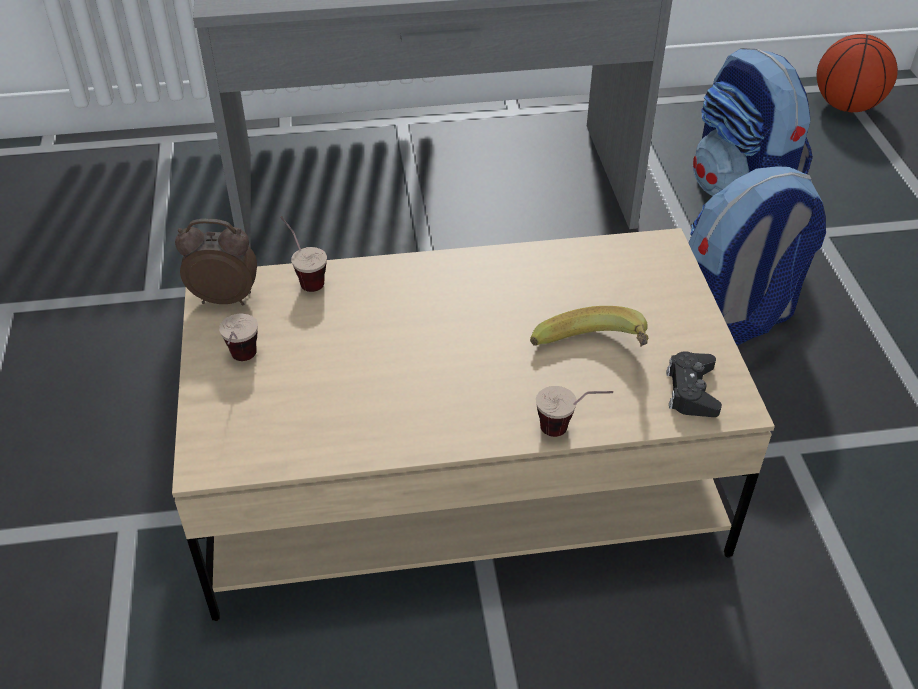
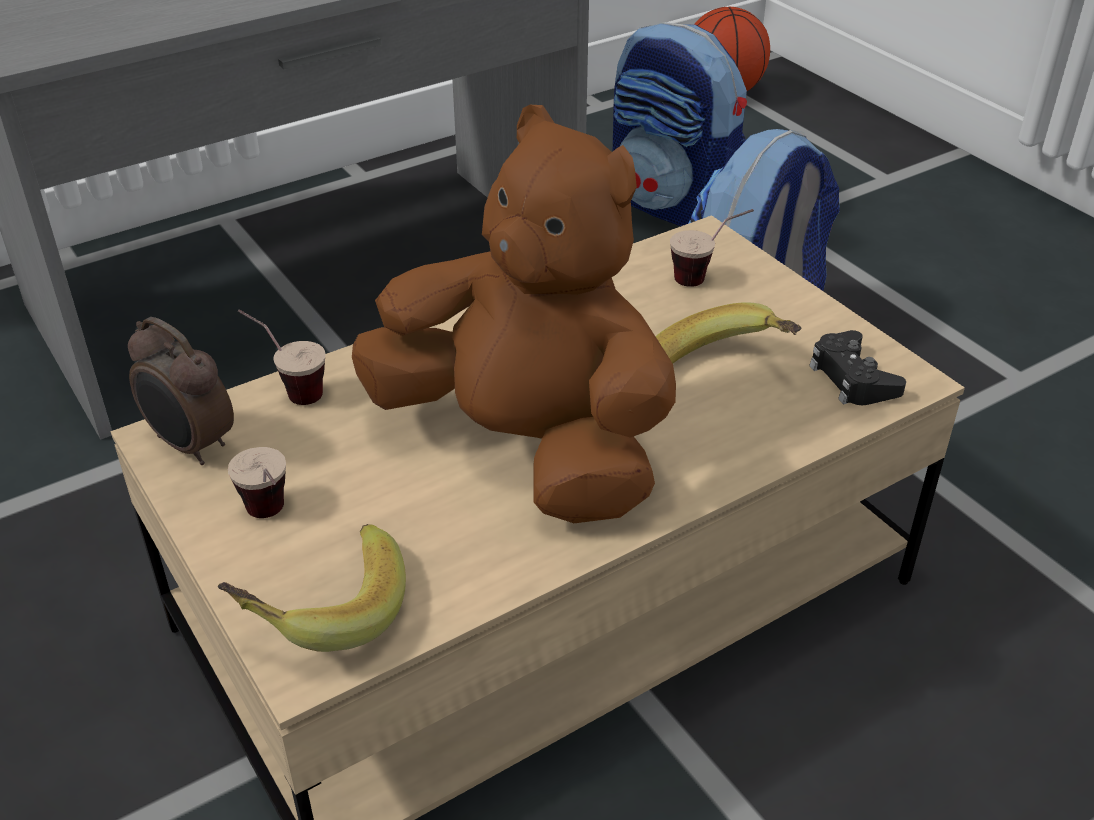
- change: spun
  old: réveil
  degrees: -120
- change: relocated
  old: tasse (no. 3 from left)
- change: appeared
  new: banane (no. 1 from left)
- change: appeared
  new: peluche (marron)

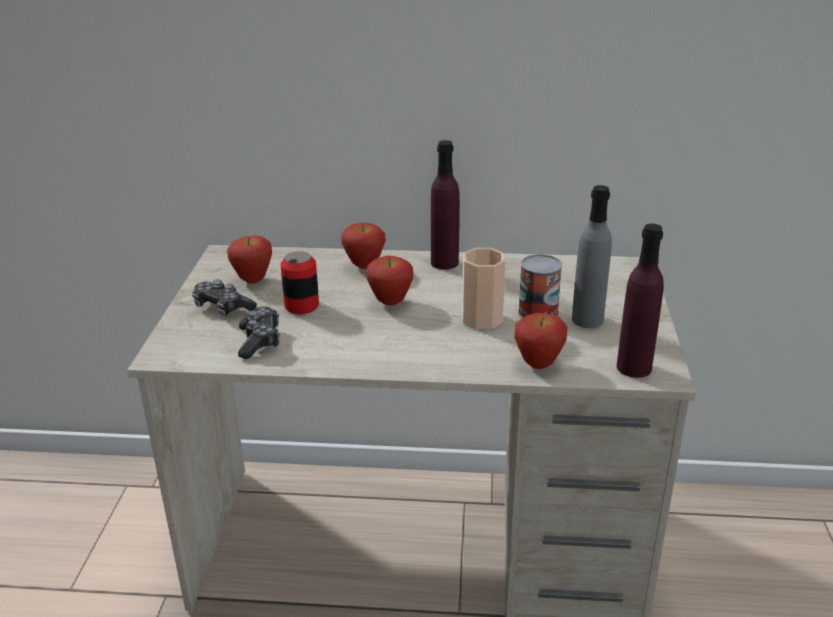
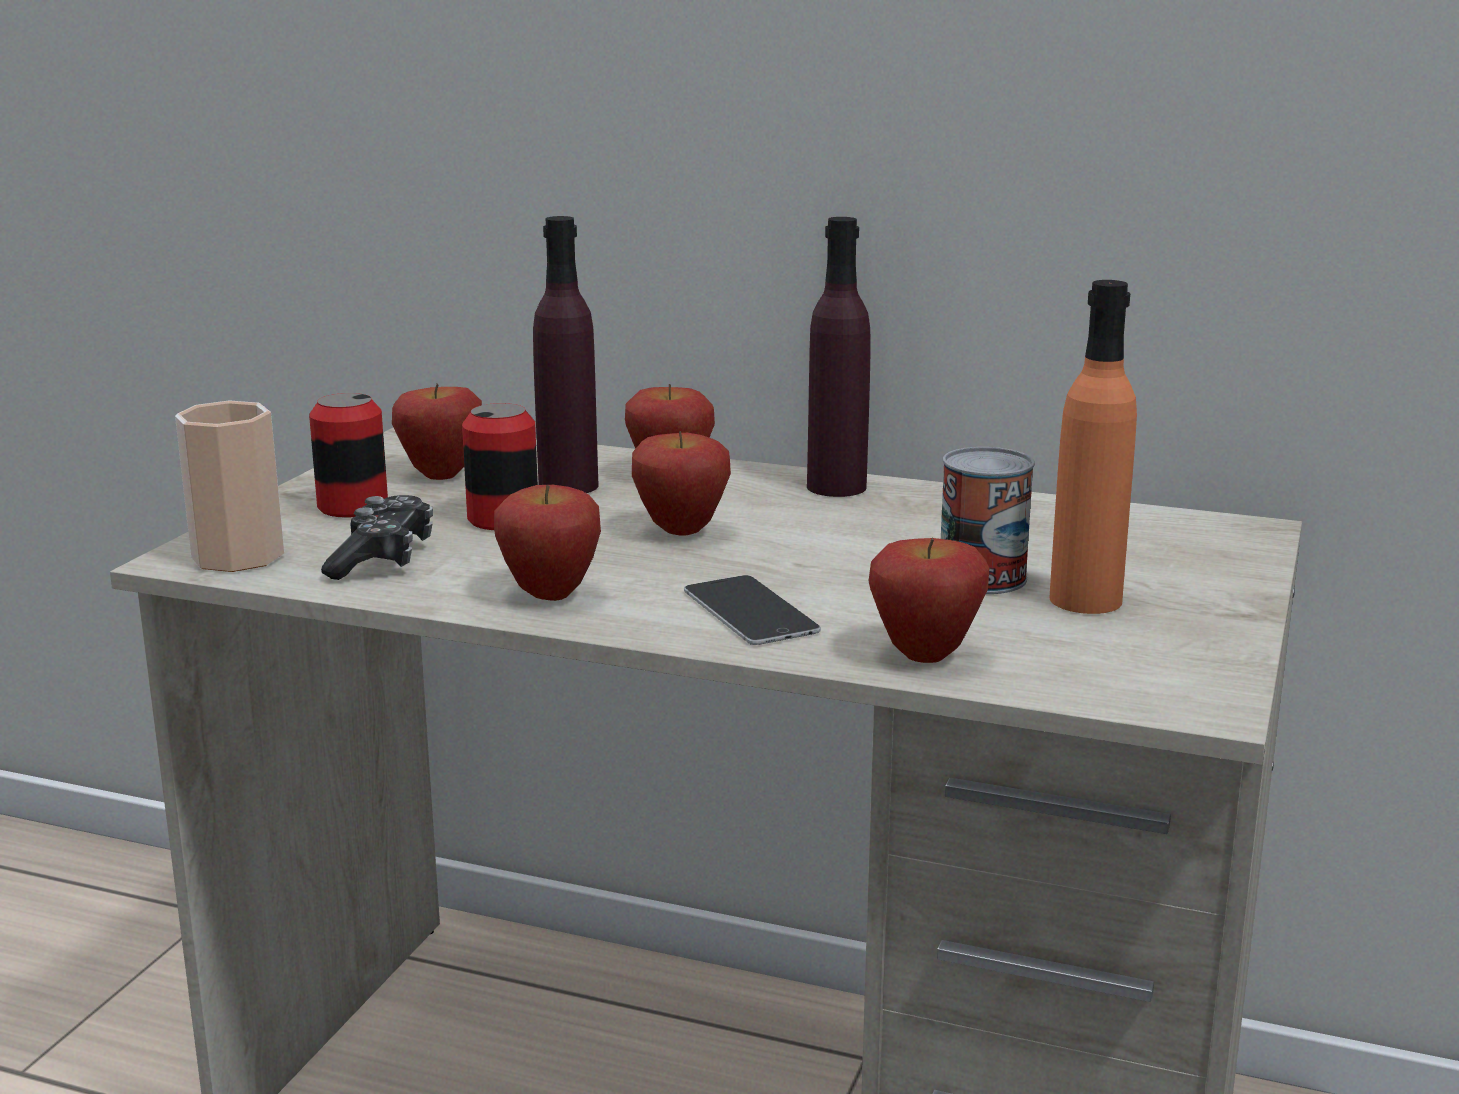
- change: exchanged
  old: manette (no. 1 from left)
  new: boîte métallique (no. 1 from left)
- change: relocated
  old: tasse
- change: colour
  old: bouteille (gris)
  new: bouteille (orange)
- change: relocated
  old: bouteille (violet) (no. 2 from left in the first image)
  new: bouteille (violet) (no. 1 from left)
- change: appeared
  new: pomme (no. 2 from left)
- change: appeared
  new: téléphone

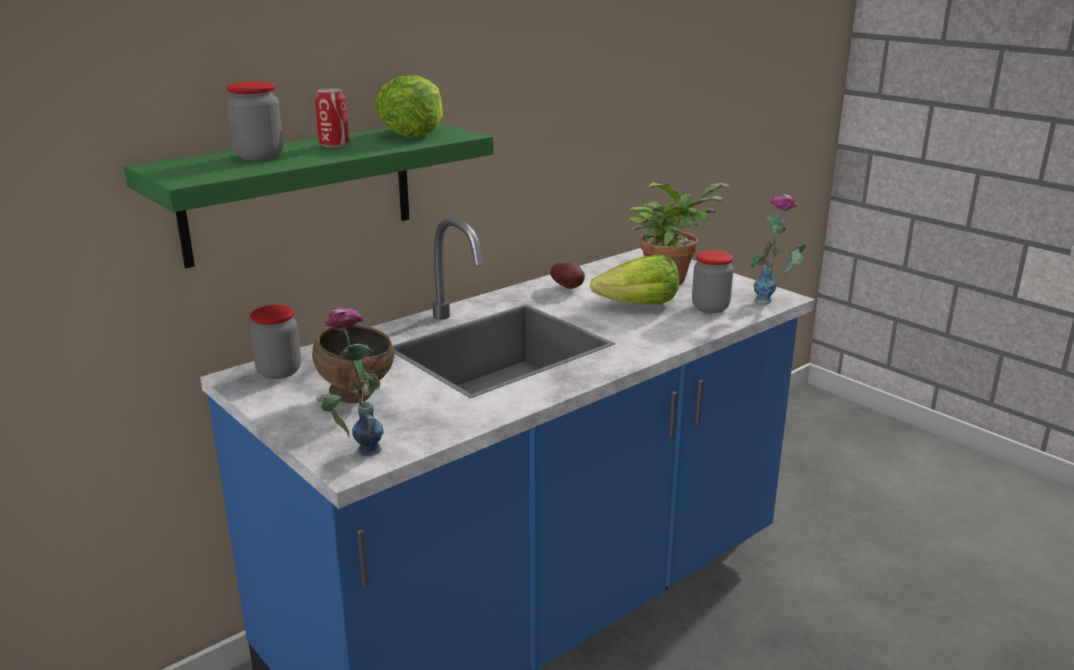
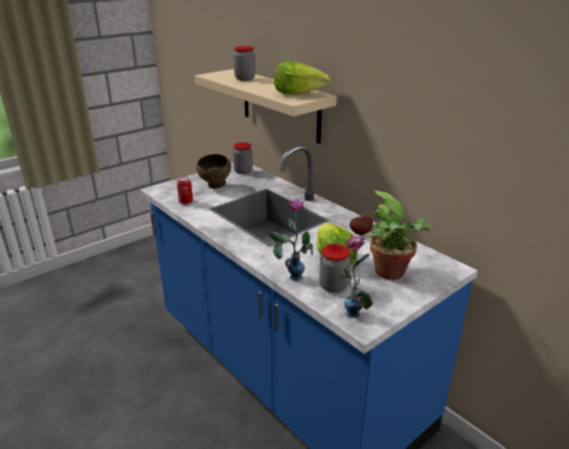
- change: colour
  old: étagère (vert)
  new: étagère (beige)
- change: relocated
  old: boîte métallique
- change: relocated
  old: vase (no. 1 from left)

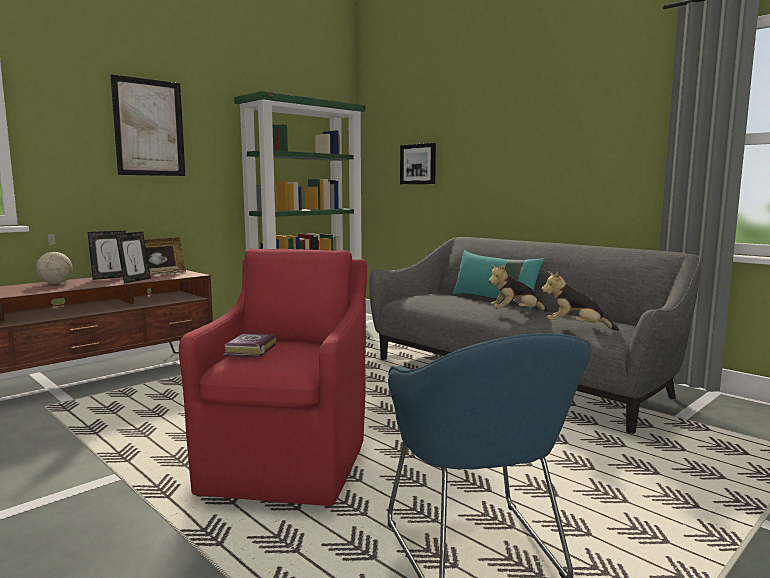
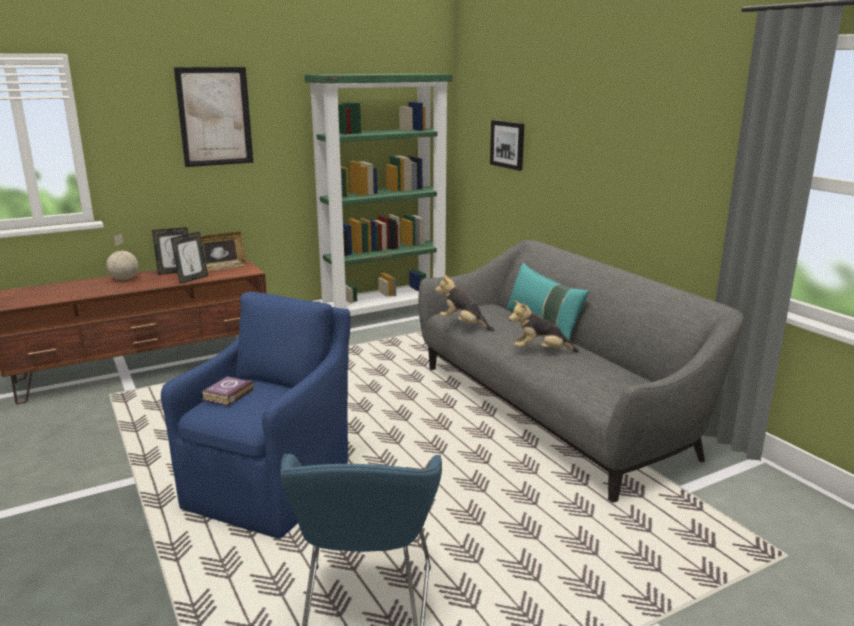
- change: colour
  old: fauteuil (rouge)
  new: fauteuil (bleu) (no. 1 from left)
- change: relocated
  old: peluche (no. 2 from left in the first image)
  new: peluche (no. 1 from left)

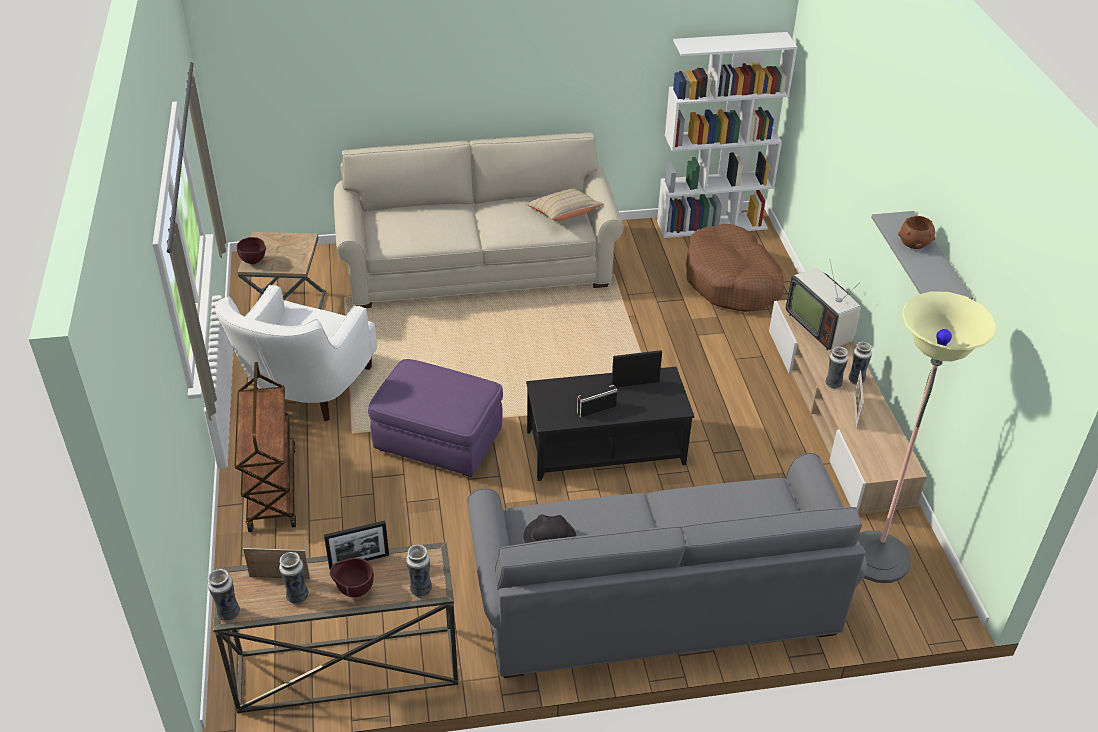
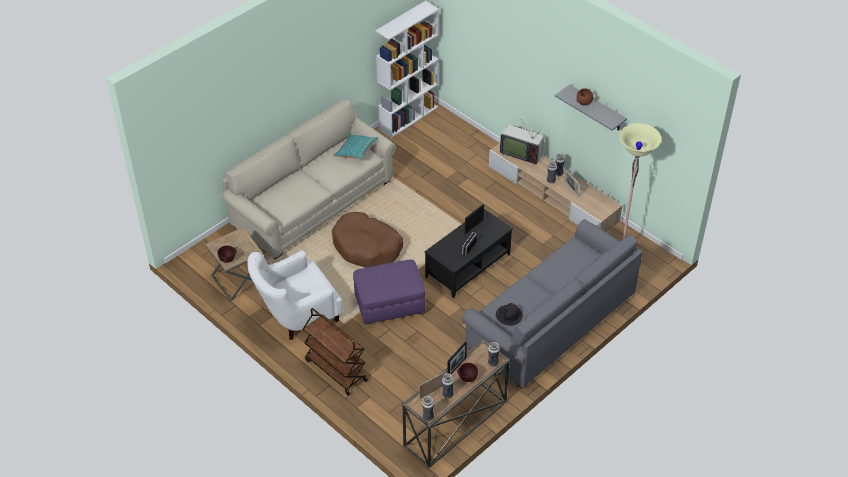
- change: spun
  old: fauteuil (blanc)
  degrees: 75
- change: colour
  old: coussin (beige)
  new: coussin (turquoise)
- change: relocated
  old: panier pour chien (marron)

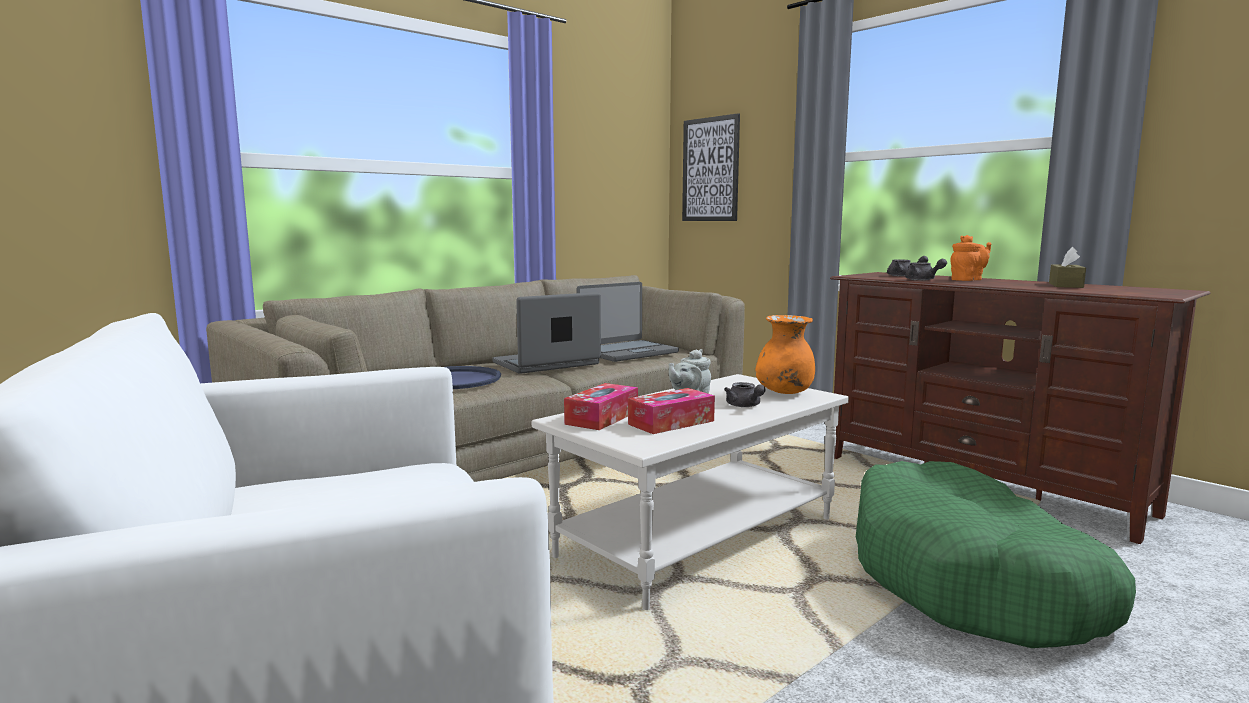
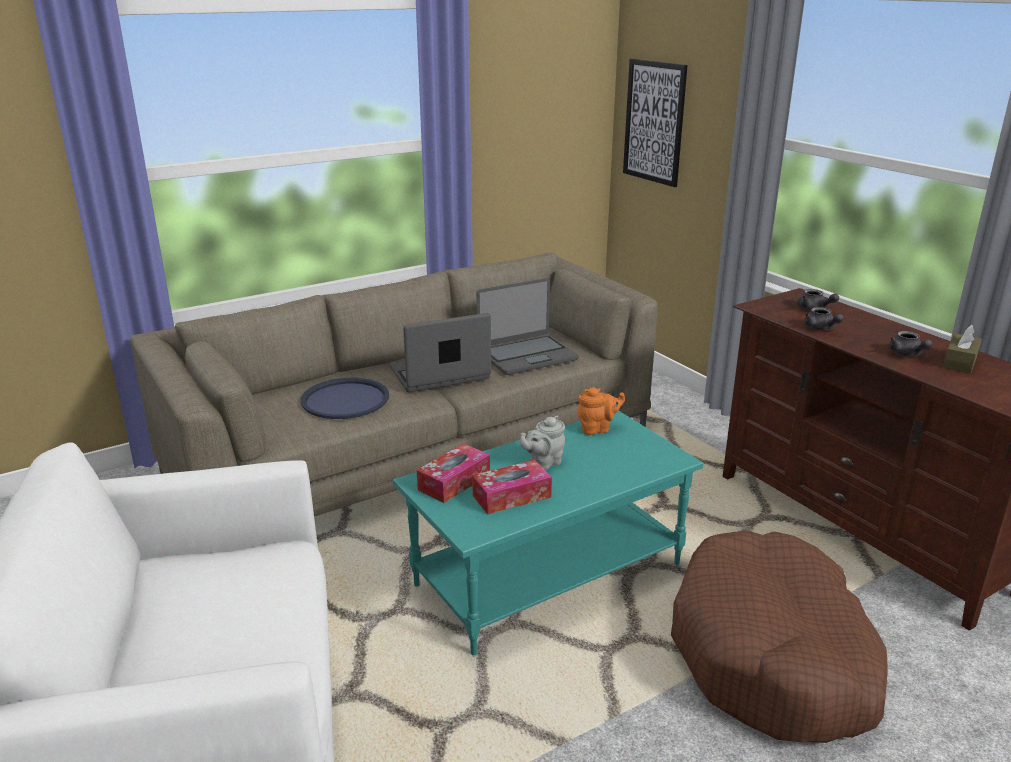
- change: colour
  old: table basse (blanc)
  new: table basse (turquoise)
- change: relocated
  old: théière (gris) (no. 2 from left in the first image)
  new: théière (gris) (no. 4 from left)
- change: missing
  old: vase (orange)
- change: colour
  old: panier pour chien (vert)
  new: panier pour chien (marron)
- change: relocated
  old: théière (orange)

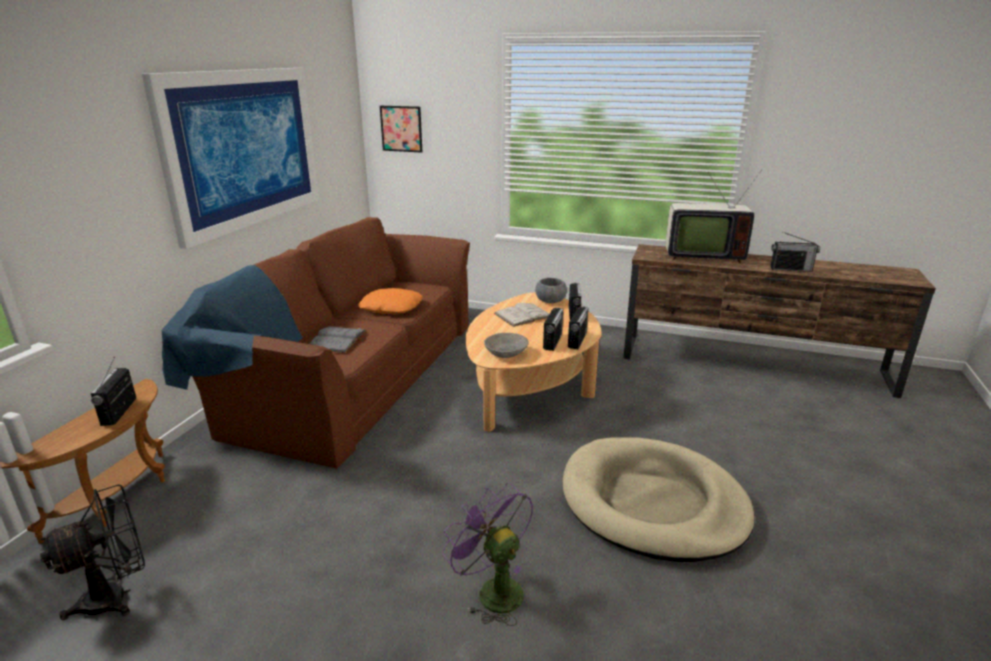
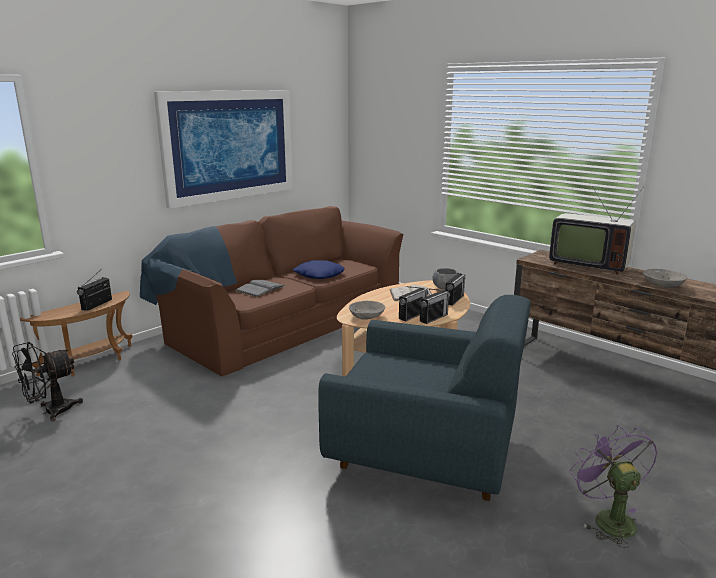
- change: spun
  old: ventilateur (noir)
  degrees: 150
- change: colour
  old: coussin (orange)
  new: coussin (bleu)
- change: missing
  old: tableau (no. 2 from left)
- change: relocated
  old: ventilateur (violet)
- change: exchanged
  old: panier pour chien (beige)
  new: fauteuil (bleu)
- change: exchanged
  old: radio (no. 5 from left)
  new: bol (gris) (no. 3 from left)

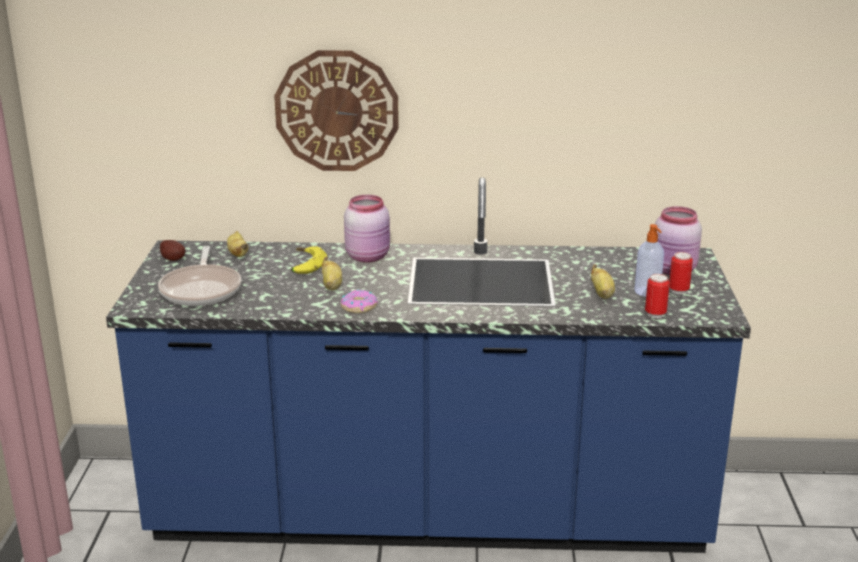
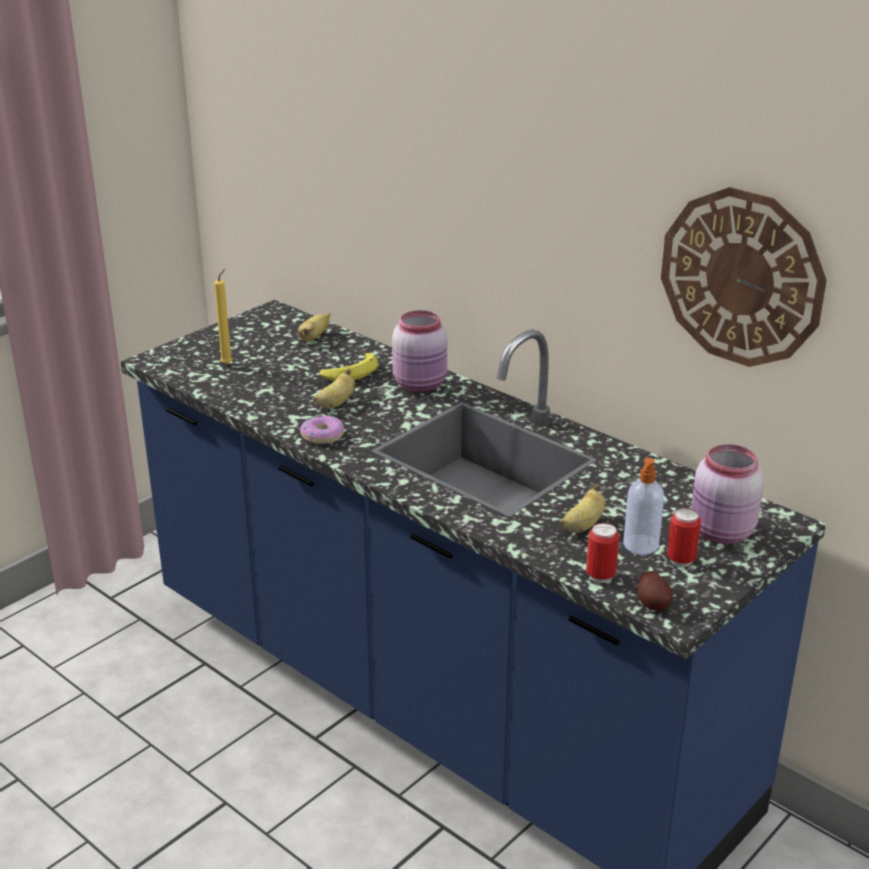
- change: exchanged
  old: poêle
  new: bougie (jaune)
- change: relocated
  old: pomme de terre
- change: relocated
  old: horloge murale

